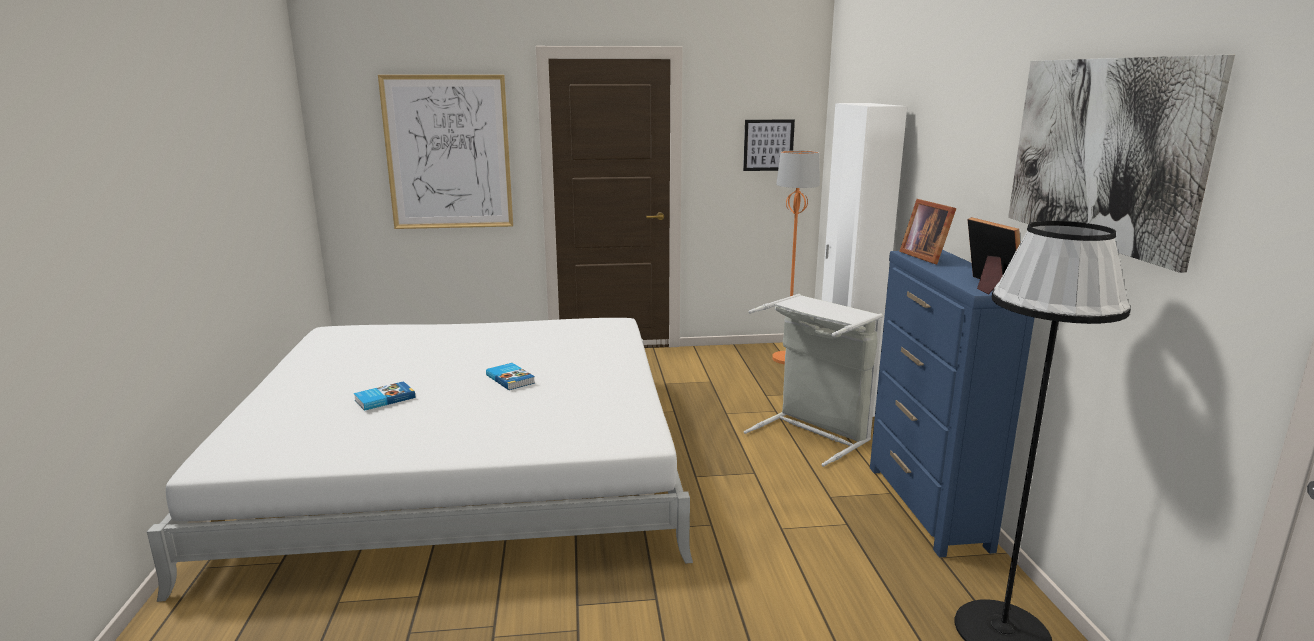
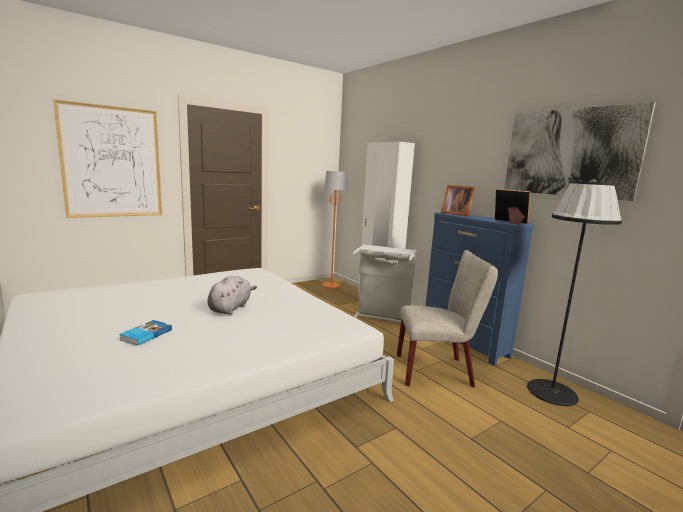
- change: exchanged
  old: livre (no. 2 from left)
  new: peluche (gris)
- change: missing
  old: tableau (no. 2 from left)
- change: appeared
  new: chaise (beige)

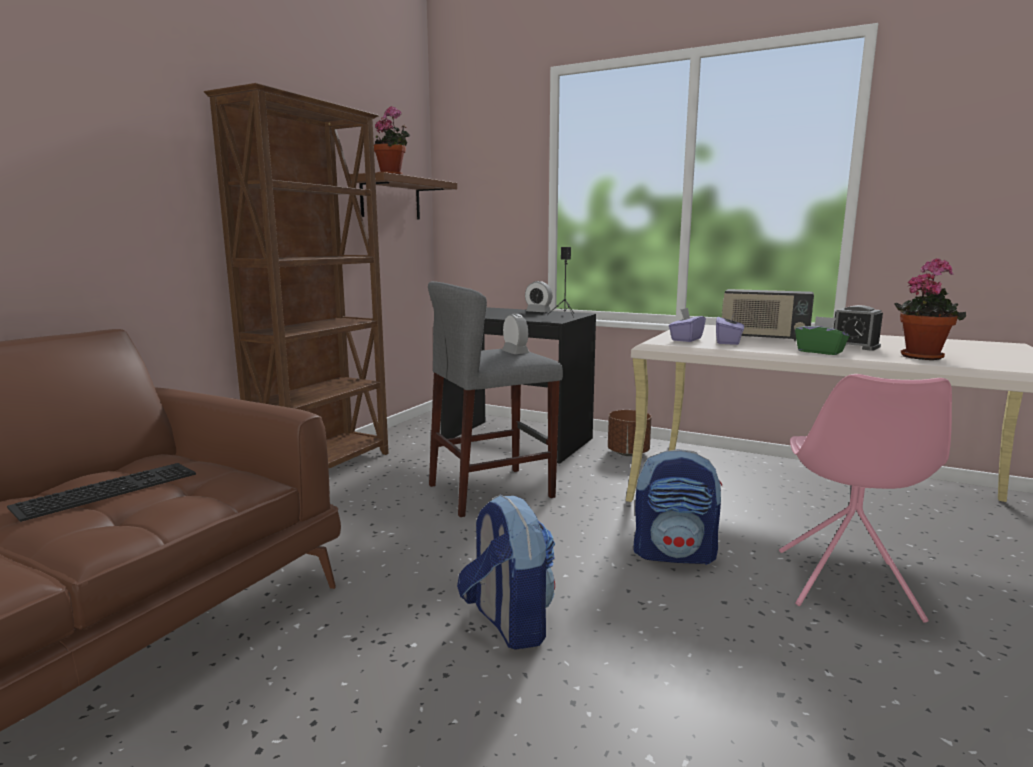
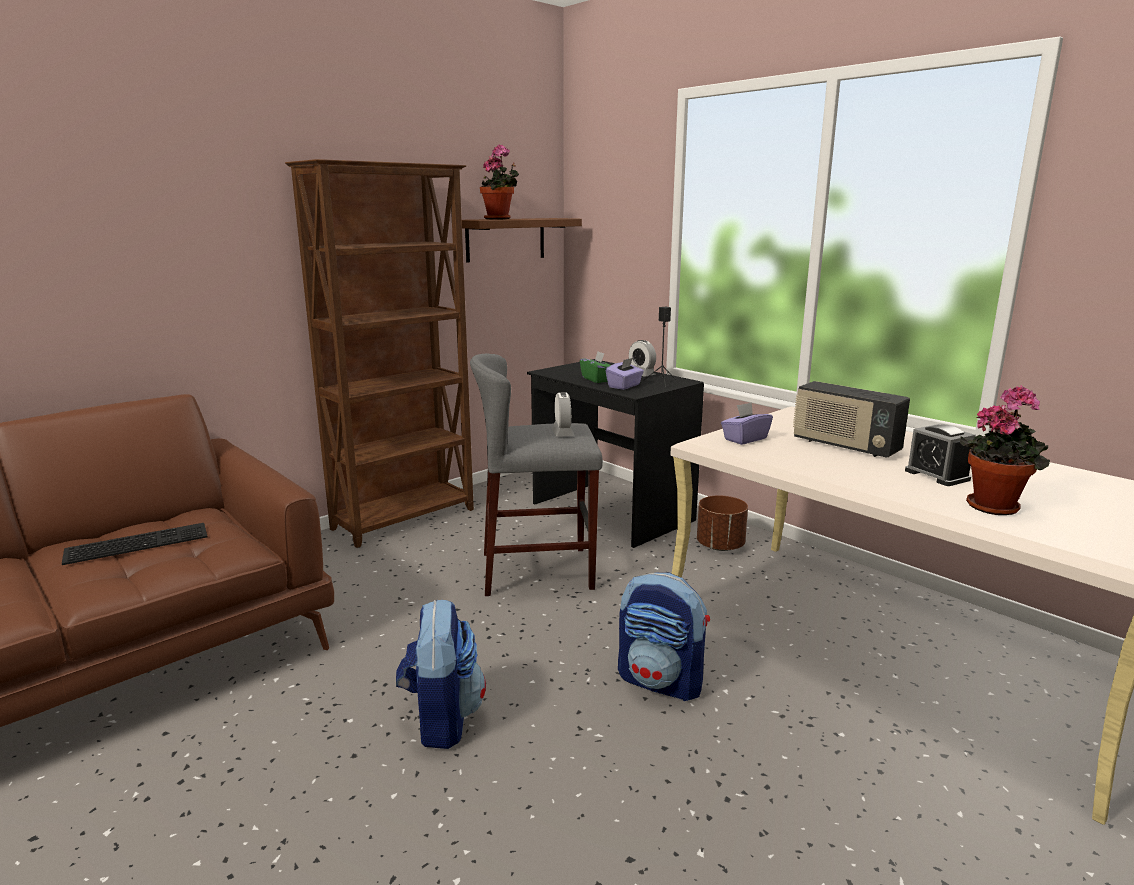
- change: relocated
  old: boîte à mouchoirs (violet) (no. 2 from left in the first image)
  new: boîte à mouchoirs (violet) (no. 1 from left)
- change: missing
  old: chaise (rose)
- change: relocated
  old: boîte à mouchoirs (vert)

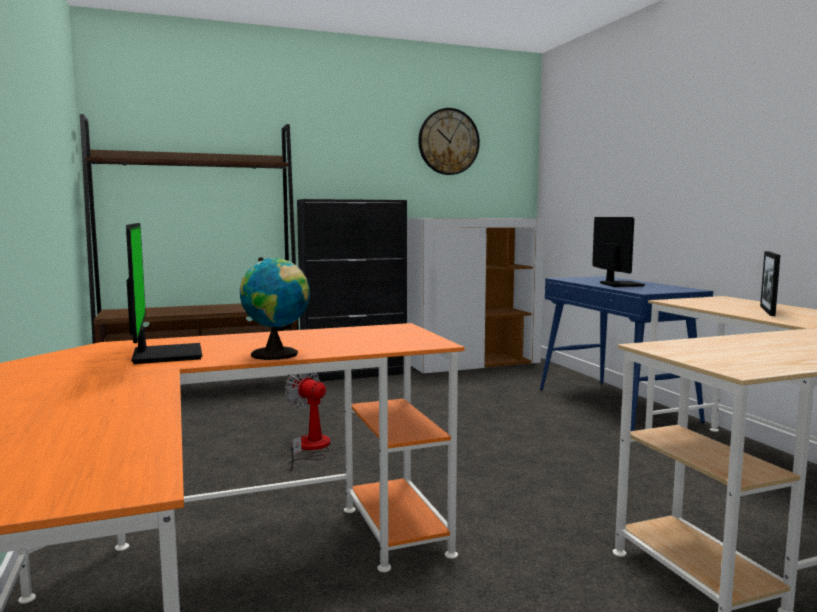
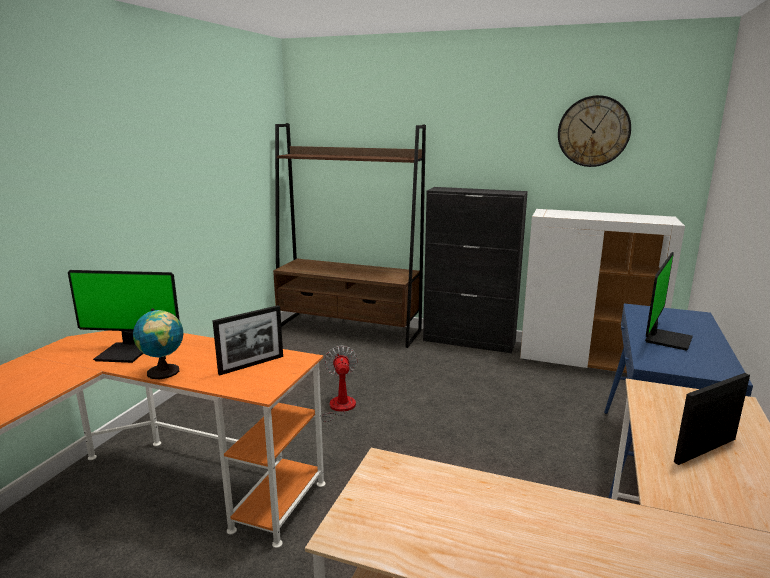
- change: spun
  old: écran d'ordinateur (no. 1 from left)
  degrees: 75
- change: appeared
  new: cadre photo (no. 1 from left)

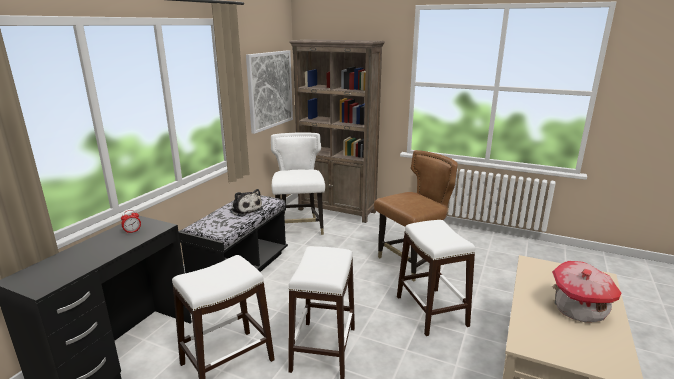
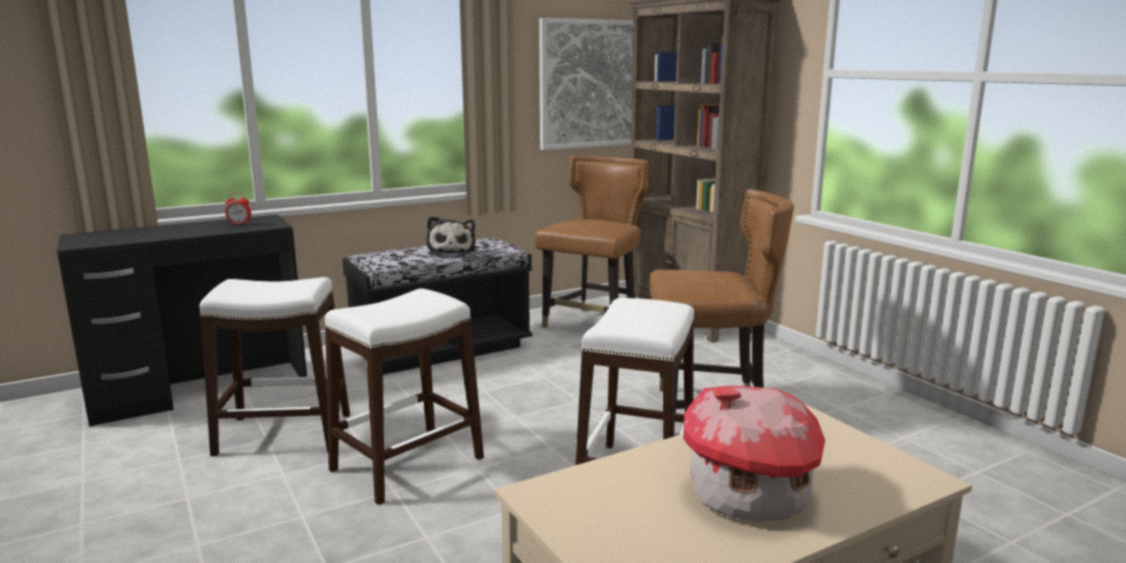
- change: colour
  old: chaise (blanc)
  new: chaise (marron) (no. 1 from left)

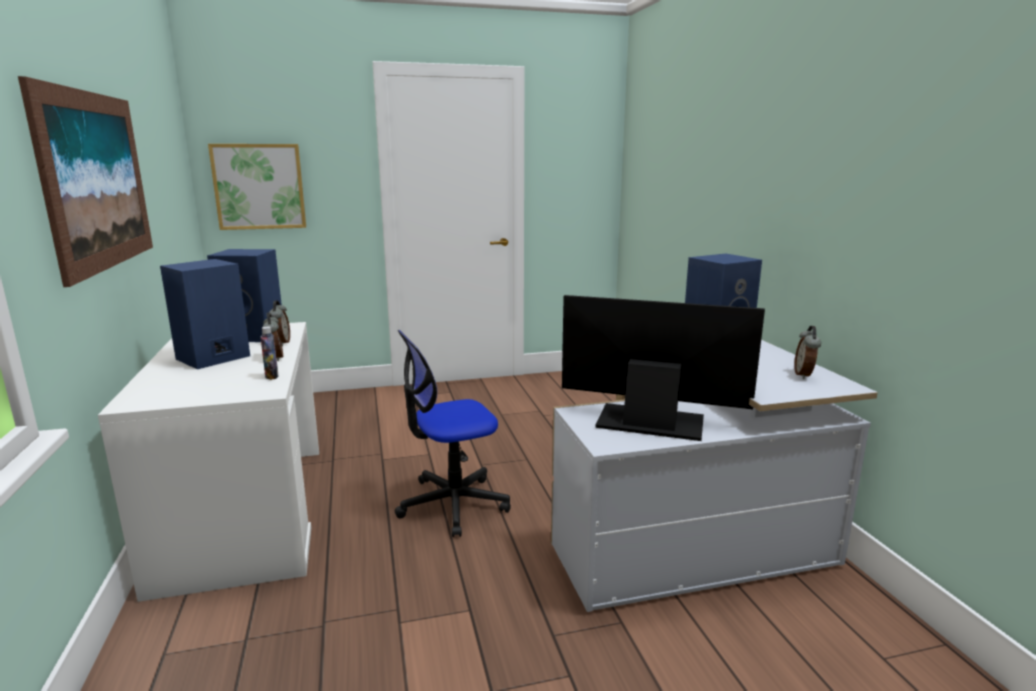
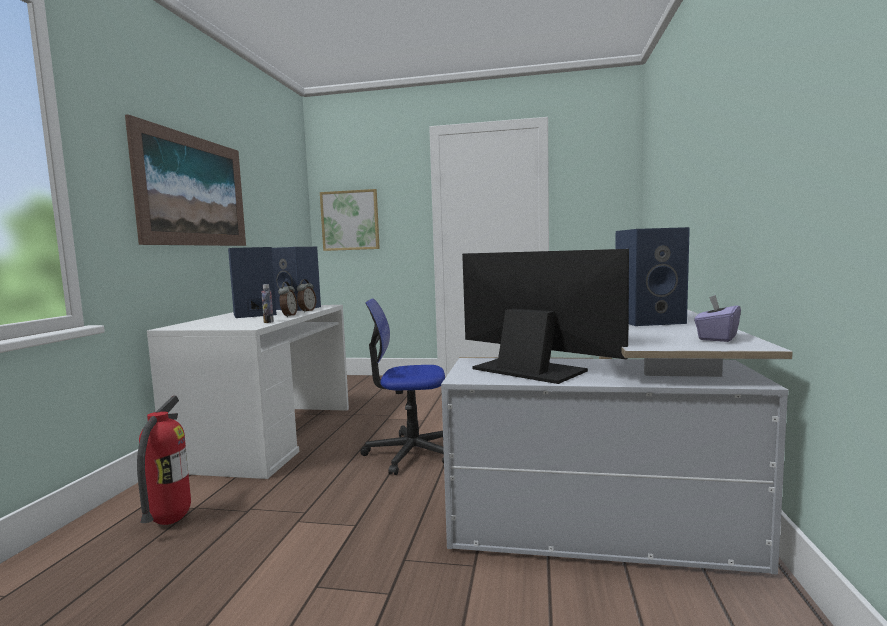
- change: exchanged
  old: réveil (no. 3 from left)
  new: boîte à mouchoirs (violet)
- change: appeared
  new: extincteur

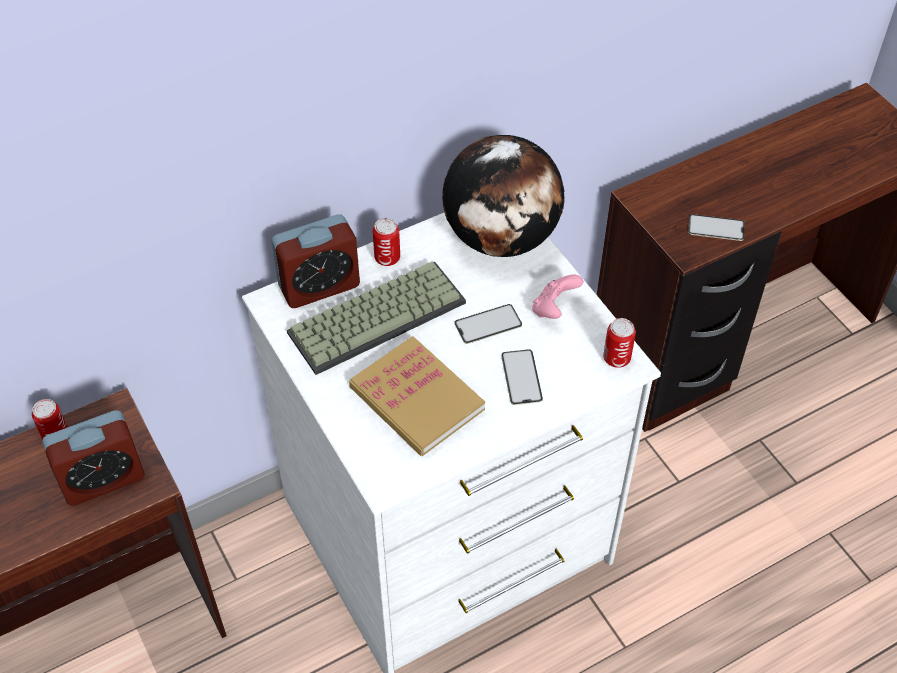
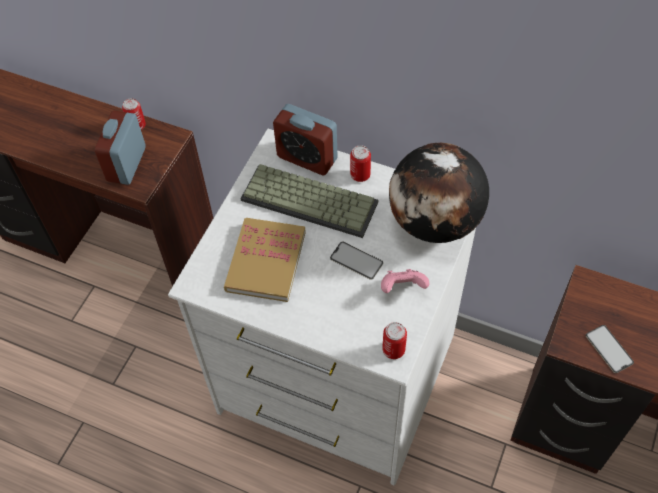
- change: spun
  old: réveil (no. 1 from left)
  degrees: 75
- change: missing
  old: téléphone (no. 2 from left)

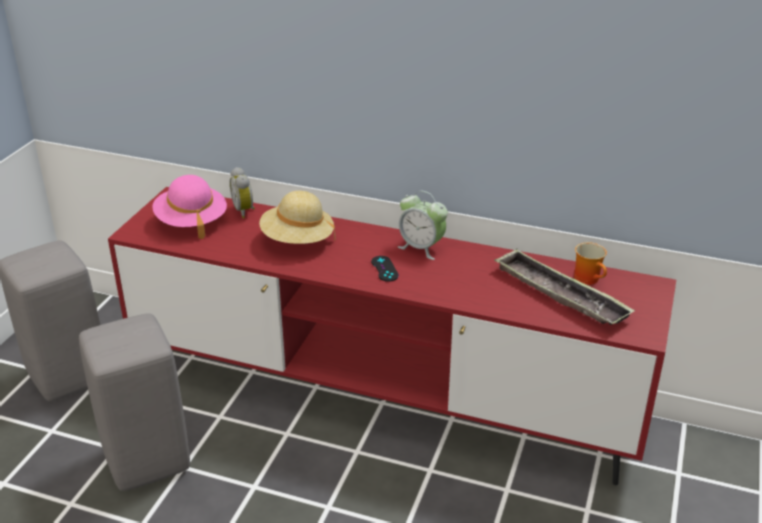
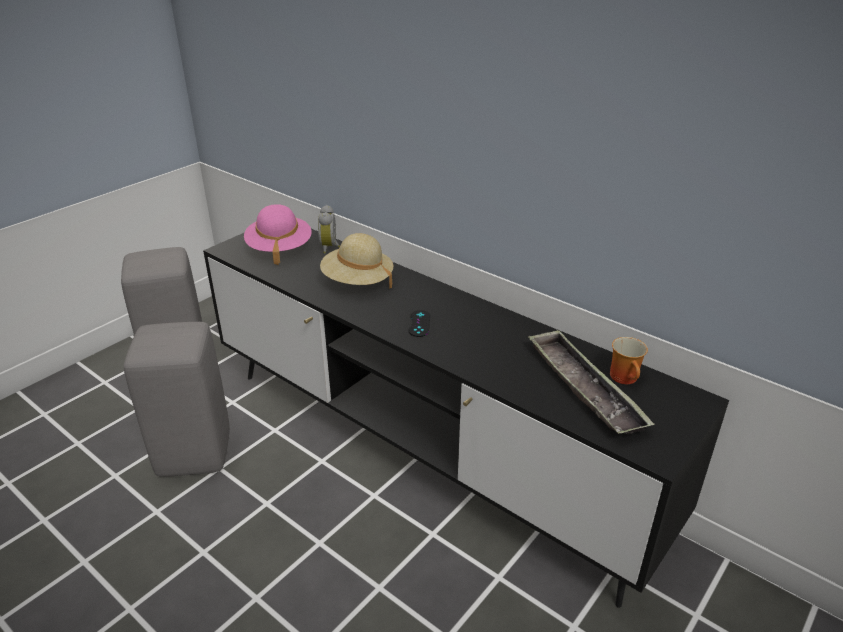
- change: colour
  old: meuble télé (rouge)
  new: meuble télé (noir)
- change: missing
  old: réveil (no. 2 from left)

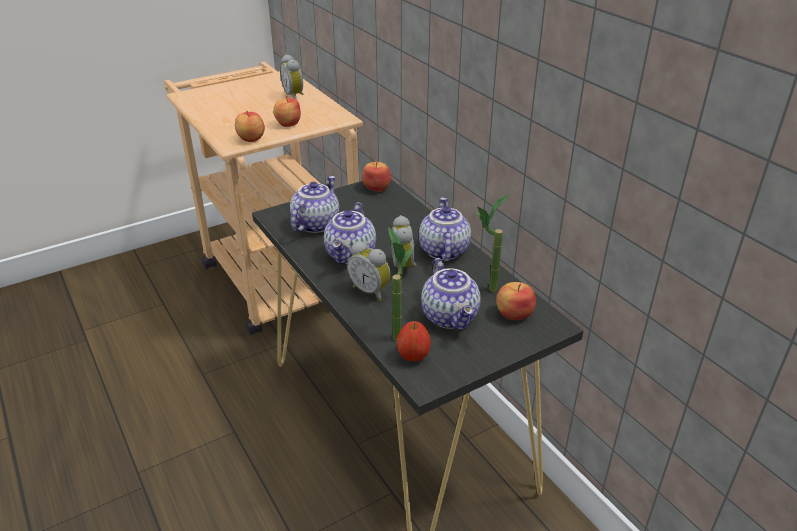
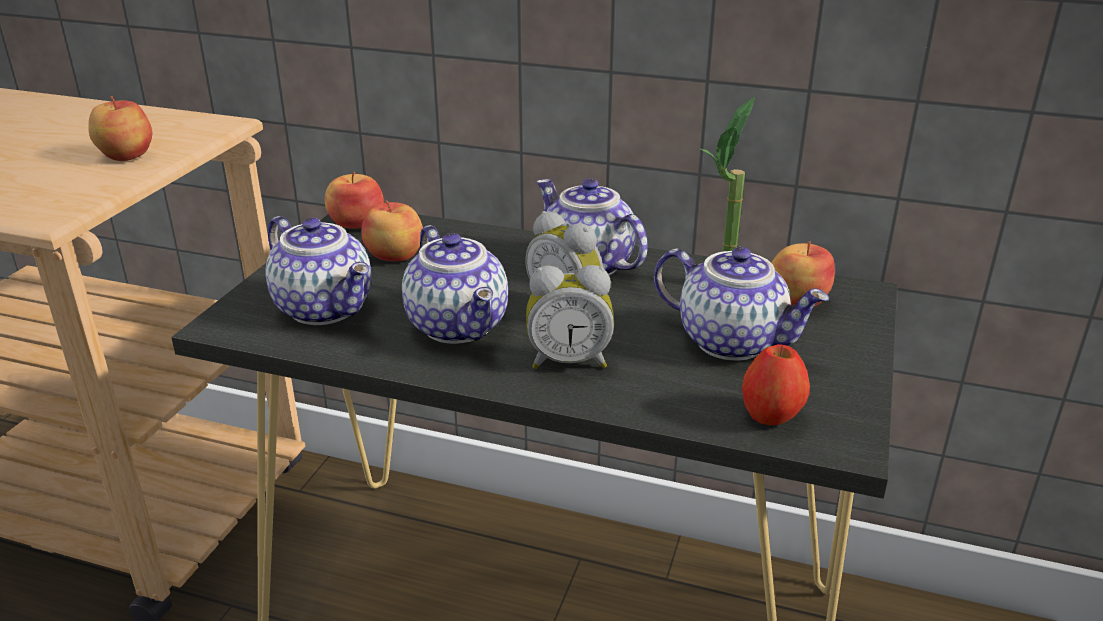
- change: relocated
  old: pomme (no. 1 from left in the first image)
  new: pomme (no. 3 from left)
- change: missing
  old: réveil (no. 1 from left)
- change: spun
  old: théière (no. 1 from left)
  degrees: 150
- change: missing
  old: plante en pot (no. 1 from left)

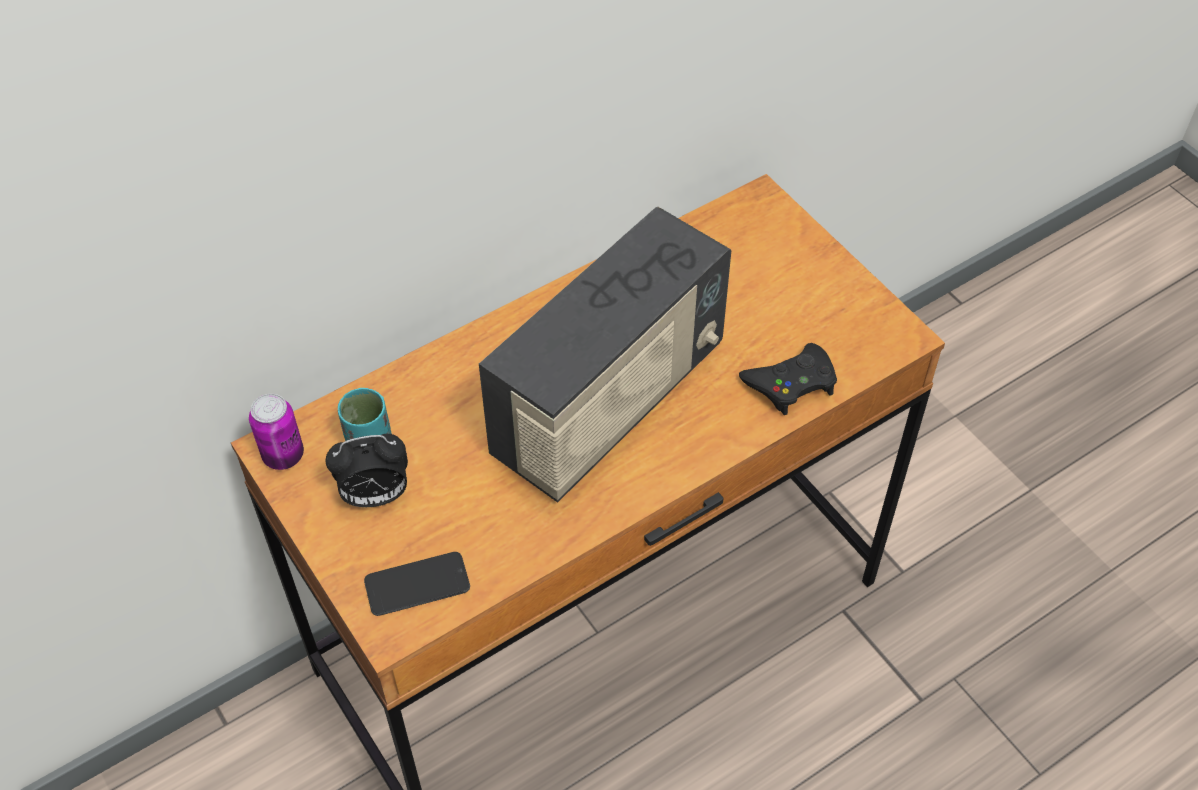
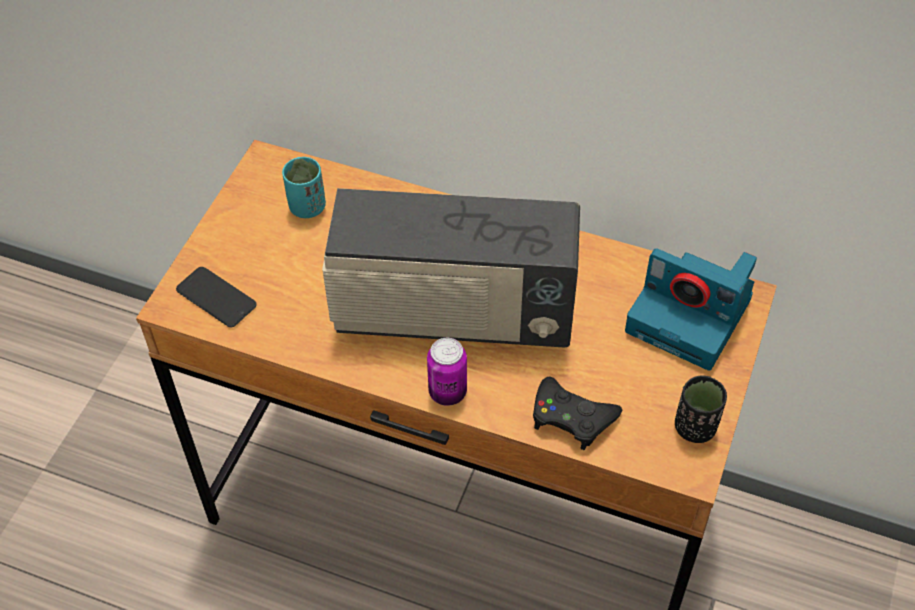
- change: relocated
  old: boîte métallique
- change: missing
  old: réveil
- change: appeared
  new: appareil photo
- change: appeared
  new: tasse (noir)

